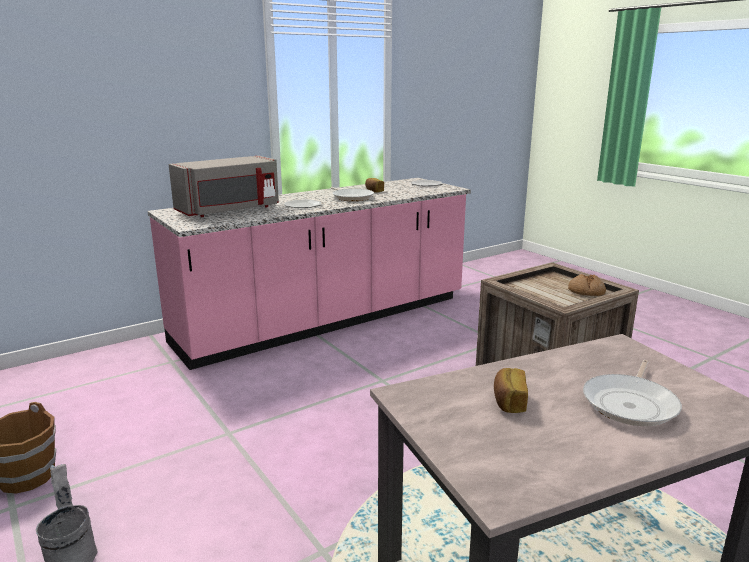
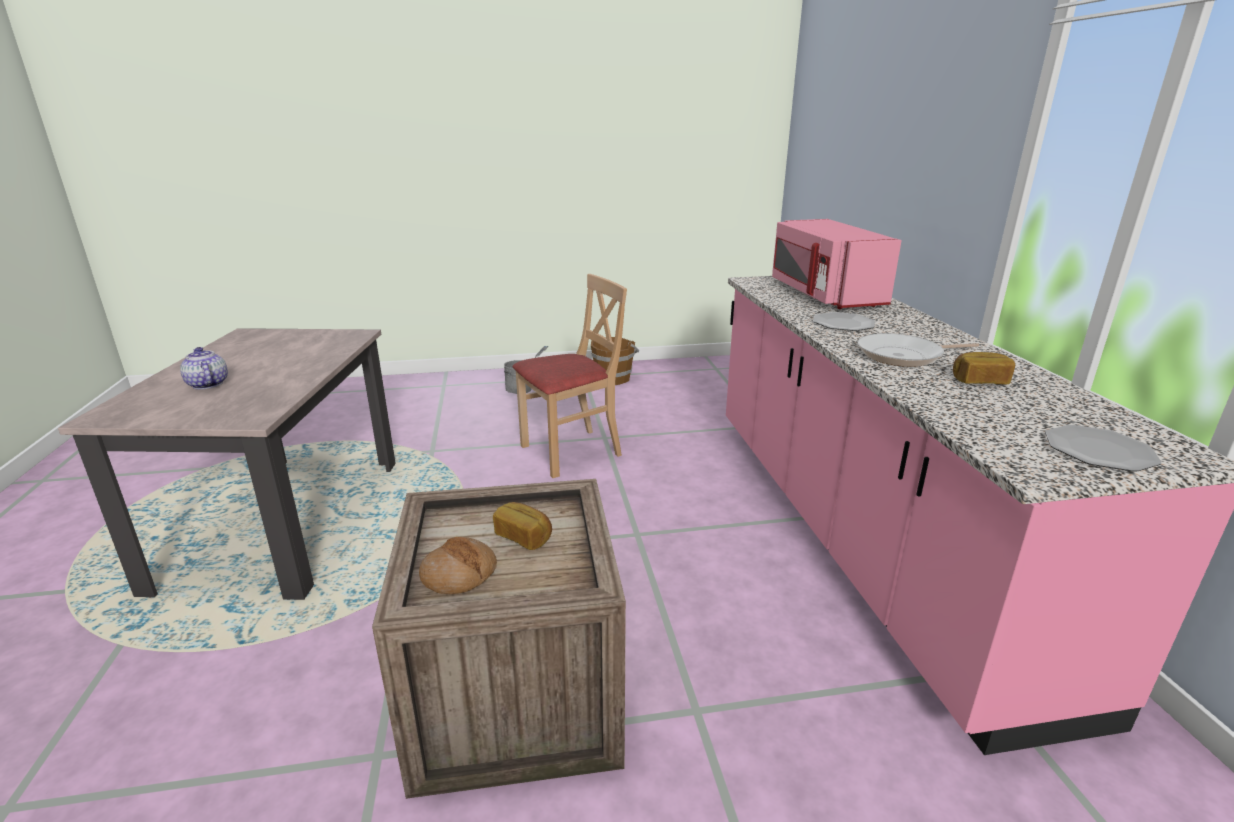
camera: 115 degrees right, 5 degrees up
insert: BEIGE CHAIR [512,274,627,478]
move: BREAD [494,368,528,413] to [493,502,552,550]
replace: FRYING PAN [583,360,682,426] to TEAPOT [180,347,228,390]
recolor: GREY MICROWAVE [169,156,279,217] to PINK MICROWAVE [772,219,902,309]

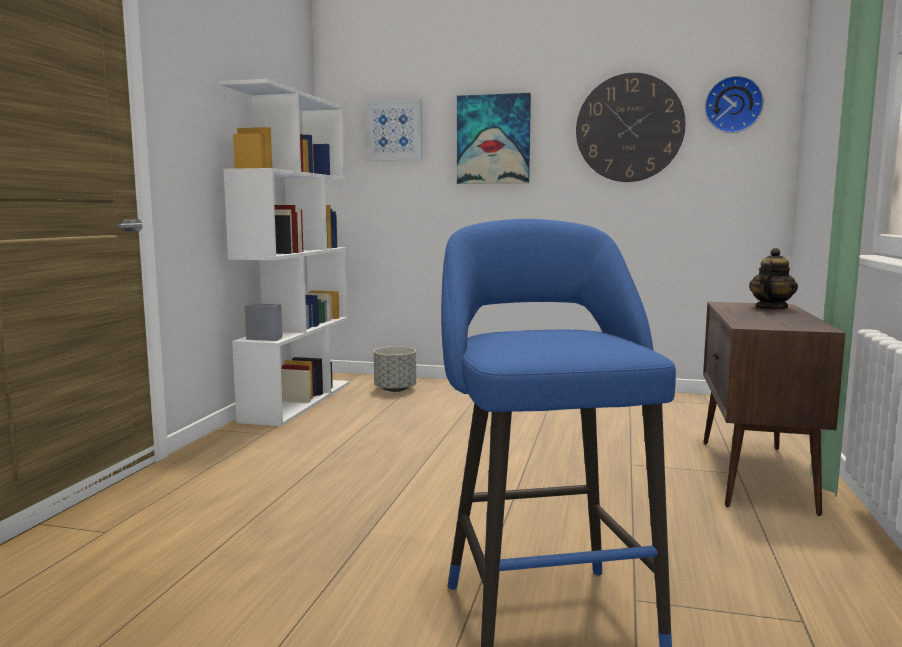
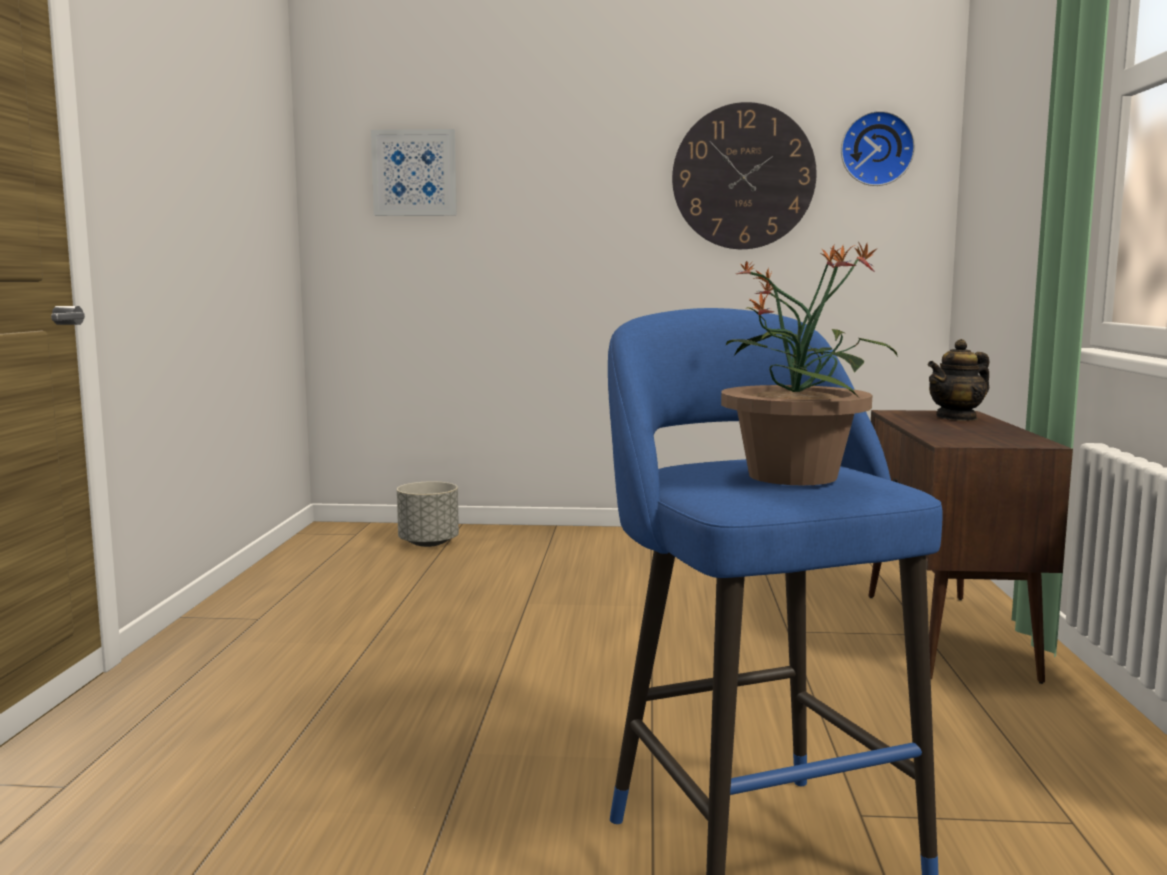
camera: 10 degrees left, 0 degrees up
delete: WHITE BOOKCASE [219,79,350,427]; PICTURE [457,93,531,184]
insert: POTTED PLANT [721,242,898,485]
rotate: TEAPOT [749,248,798,309] = [928,339,990,421] 150 degrees counterclockwise

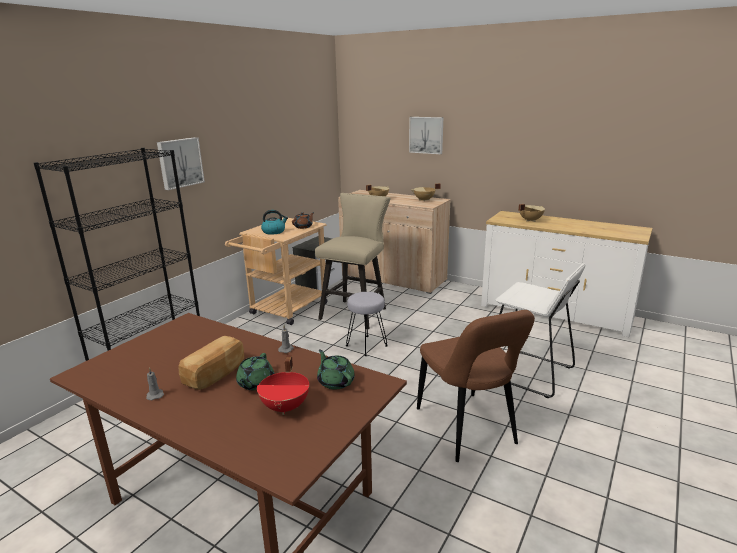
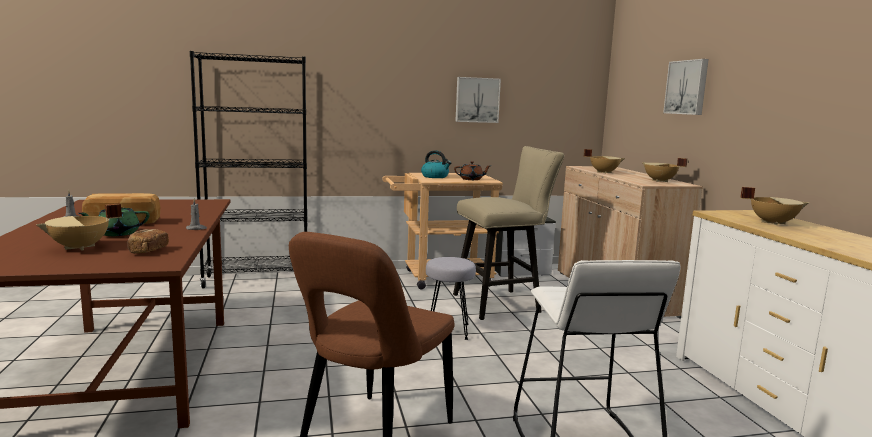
camera: 45 degrees right, 10 degrees down
move: PICTURE [157,137,205,190] to [455,77,501,123]
replace: GREEN TEAPOT [317,349,355,390] to BREAD [127,229,169,254]
recolor: RED COOKING POT [257,355,310,415] to BEIGE COOKING POT [36,203,122,250]

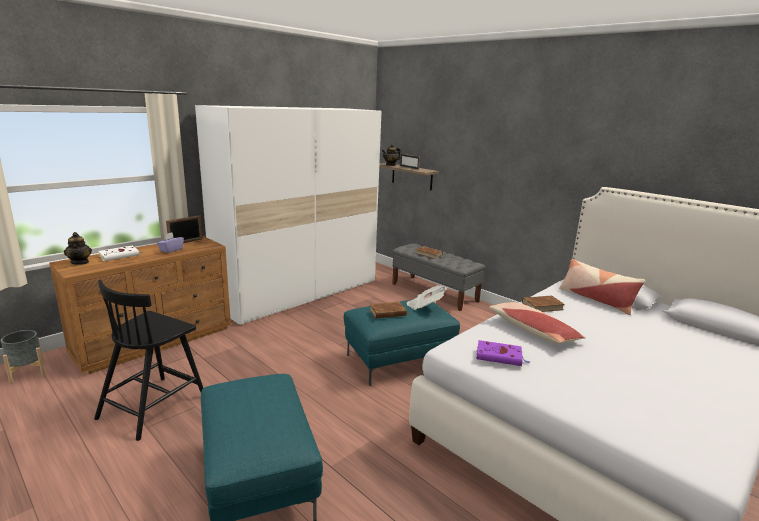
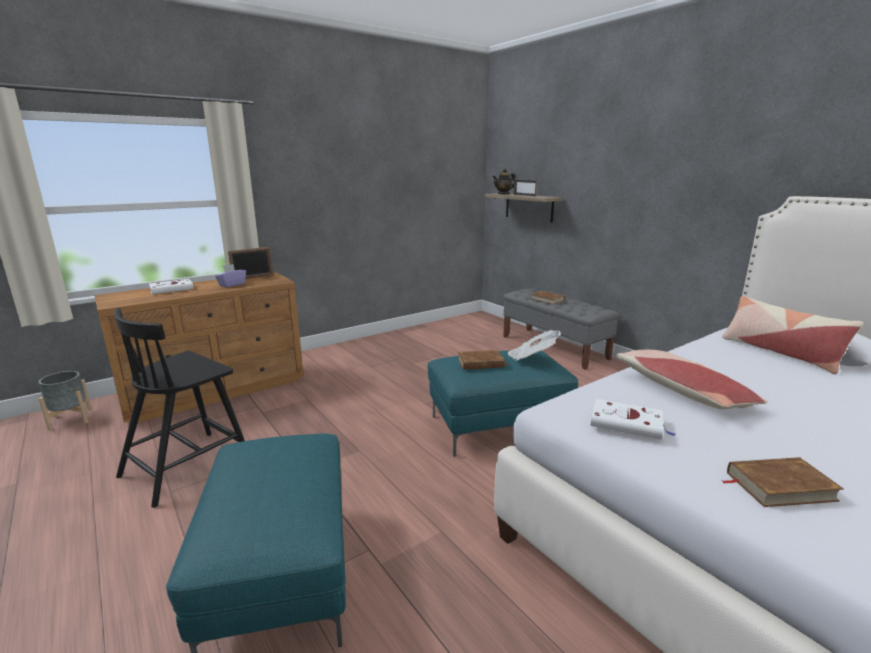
camera: 10 degrees right, 0 degrees up
delete: TEAPOT [64,232,92,265]; WHITE WARDROBE [195,105,382,325]
move: BROWN BOOK [522,295,565,312] to [722,457,844,507]
recolor: PURPLE BOOK [476,340,530,366] to WHITE BOOK [590,399,676,440]

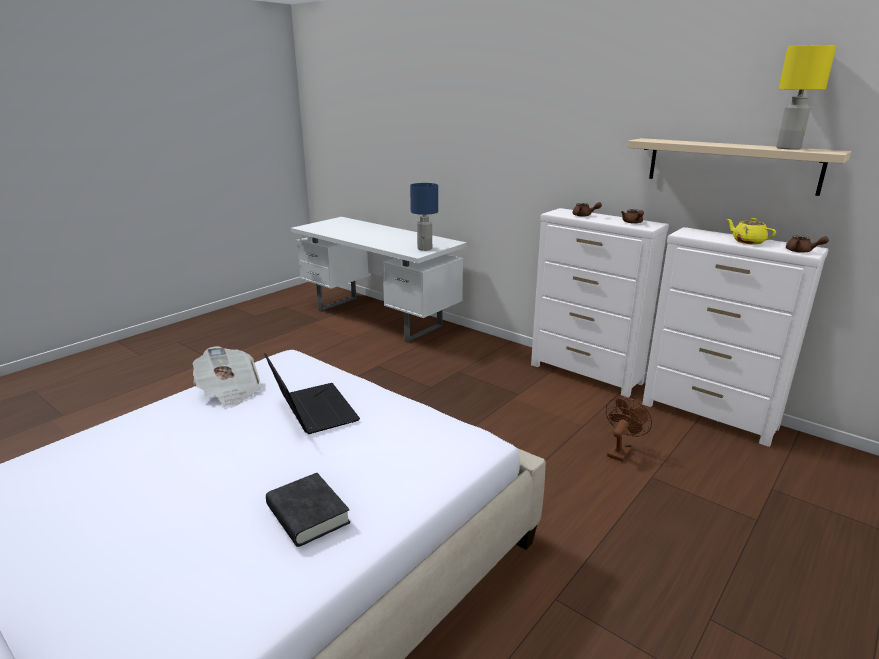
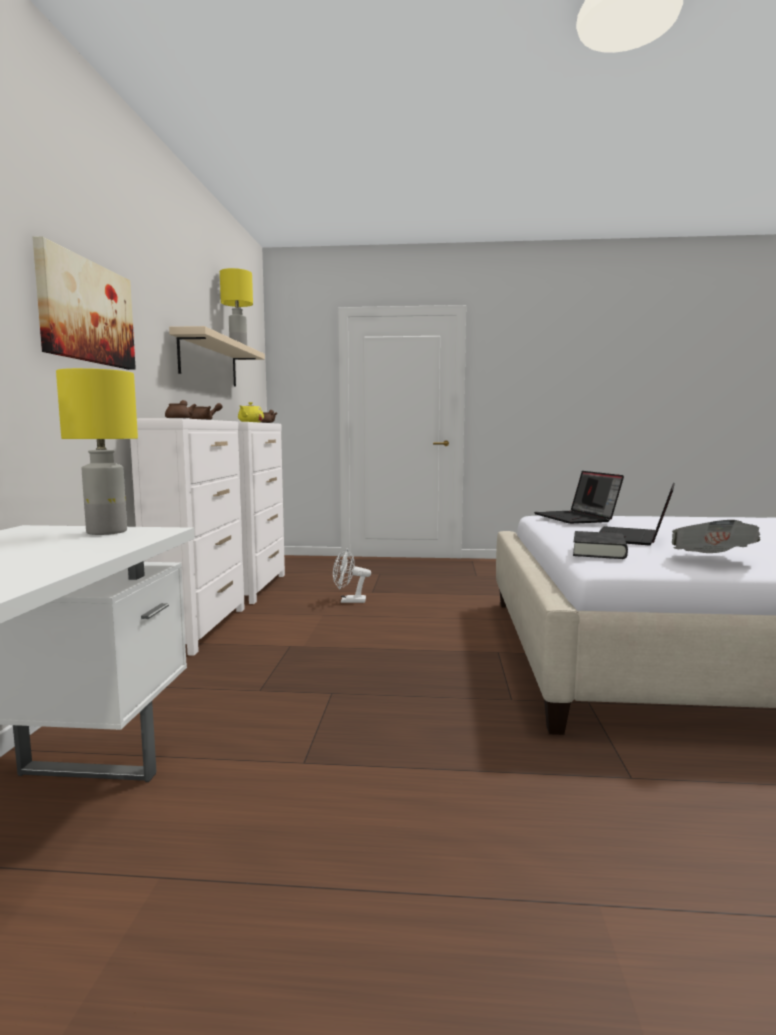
camera: 125 degrees left, 15 degrees down
insert: PICTURE [33,236,136,370]; LAPTOP [534,471,624,524]
move: BLACK BOOK [266,473,350,547] to [573,531,628,559]
recolor: BLUE TABLE LAMP [410,183,438,251] to YELLOW TABLE LAMP [56,368,138,535]; BROWN FAN [606,397,652,462] to WHITE FAN [333,548,371,603]

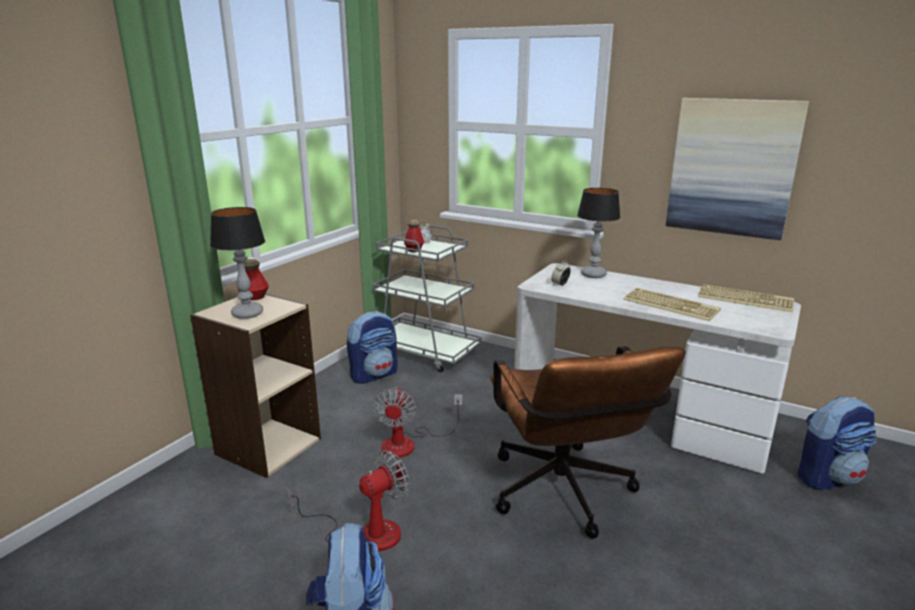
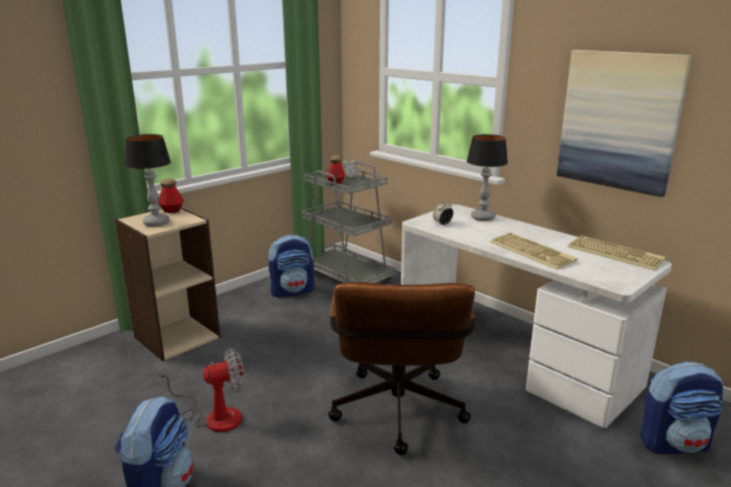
camera: 15 degrees right, 0 degrees up
delete: FAN [372,387,462,458]

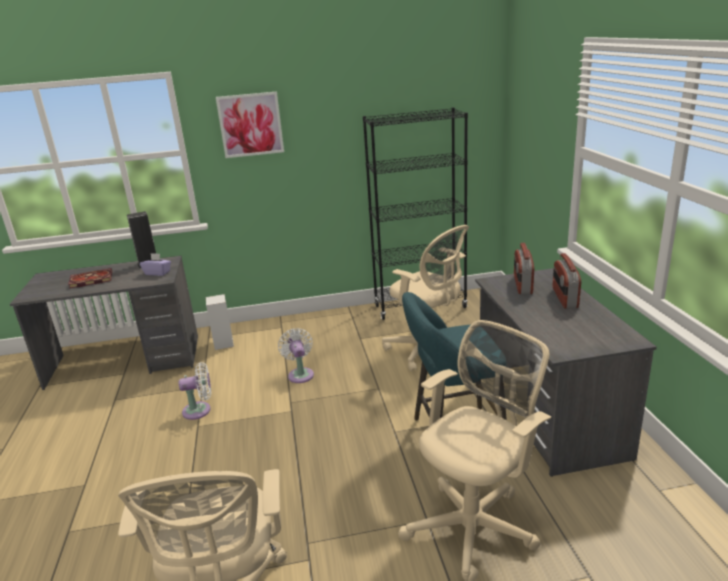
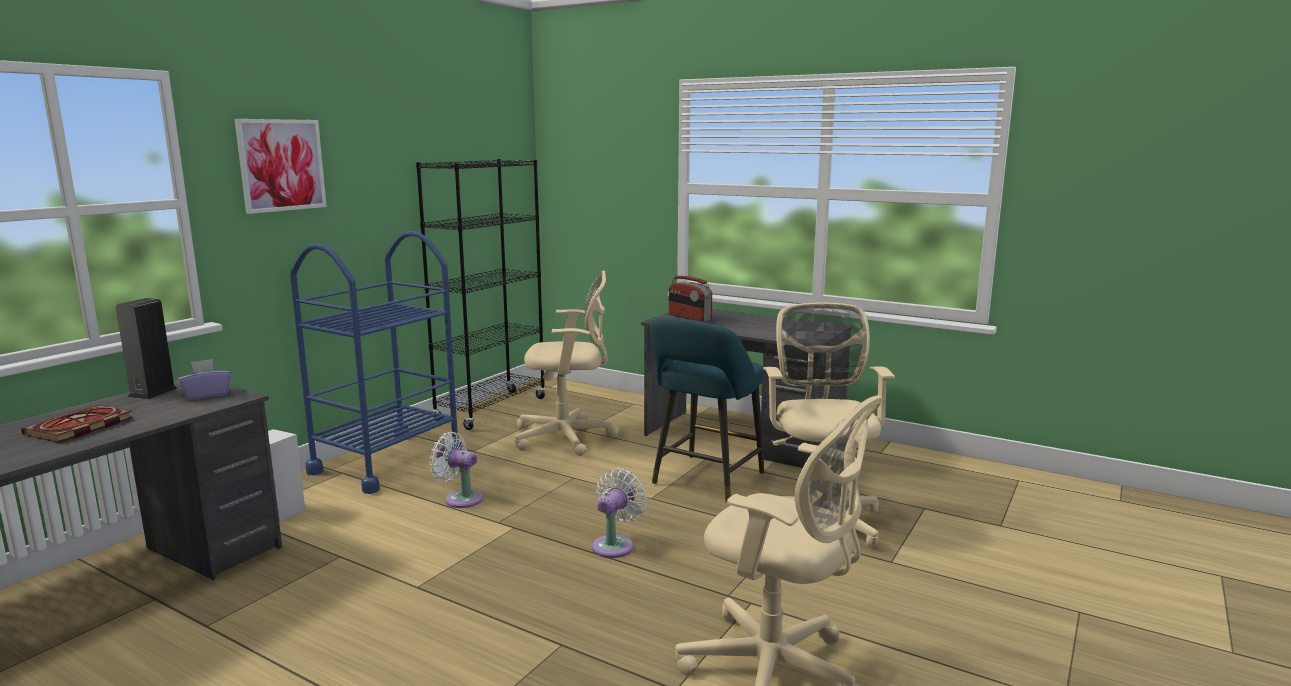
camera: 50 degrees left, 10 degrees down
delete: RADIO [552,253,581,309]
insert: BLUE CART [290,231,463,494]
move: WHITE FAN [179,362,211,420] to [592,468,647,558]

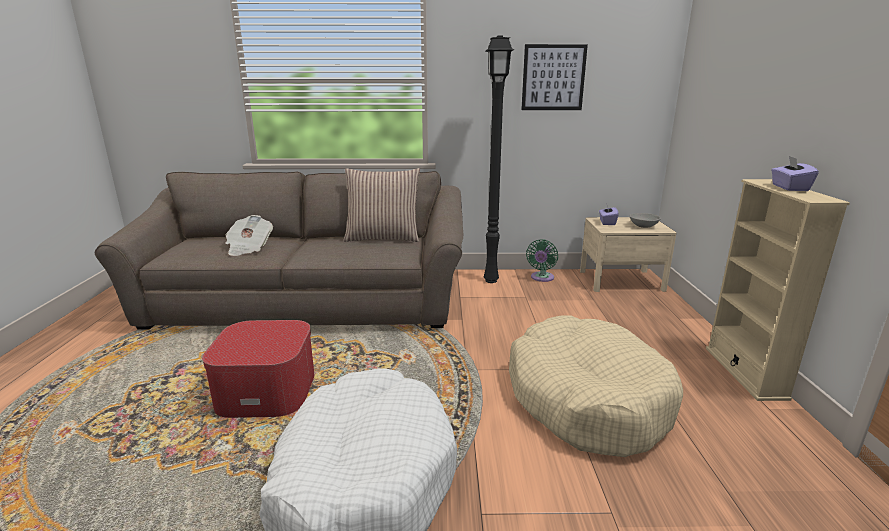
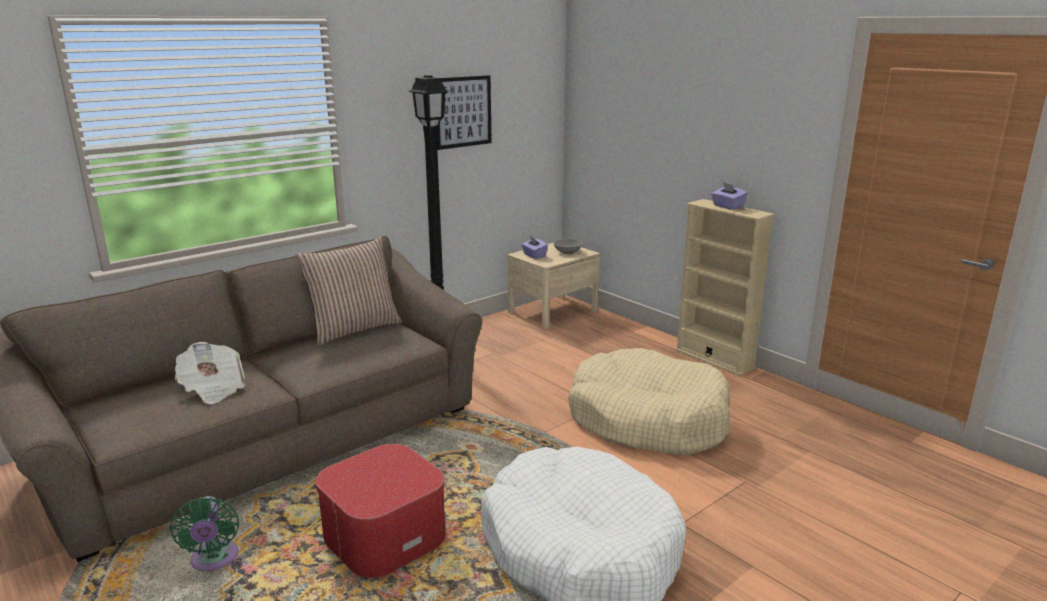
camera: 40 degrees left, 0 degrees up
move: GREEN FAN [526,240,558,282] to [170,496,239,571]

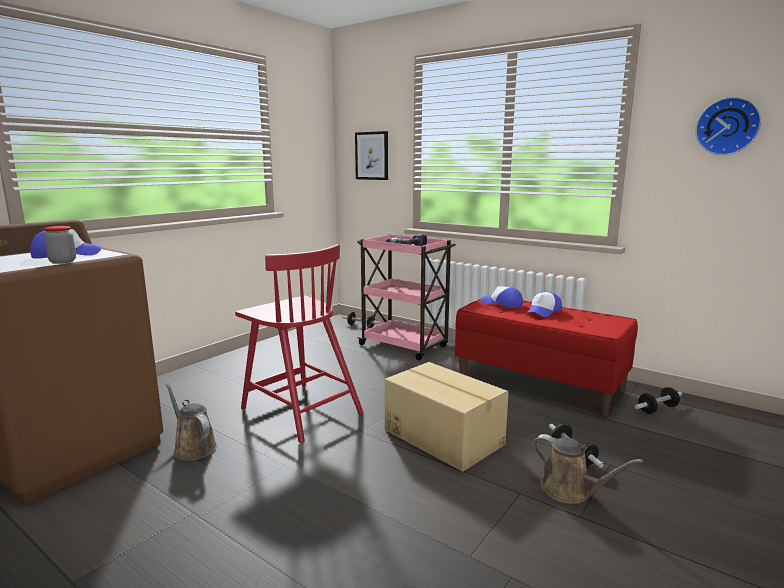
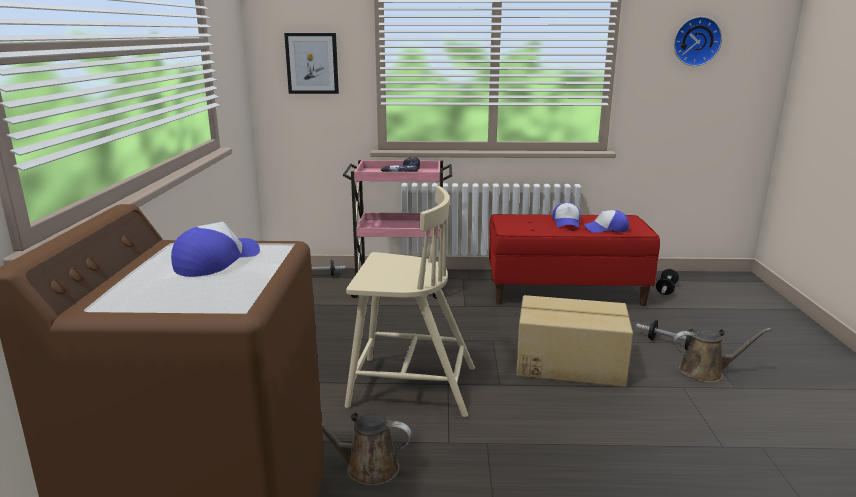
camera: 35 degrees left, 5 degrees up
delete: JAR [44,226,76,264]
move: CAP [481,286,523,308] to [583,210,629,233]
recolor: RED CHAIR [235,244,364,443] to BEIGE CHAIR [345,186,475,417]

